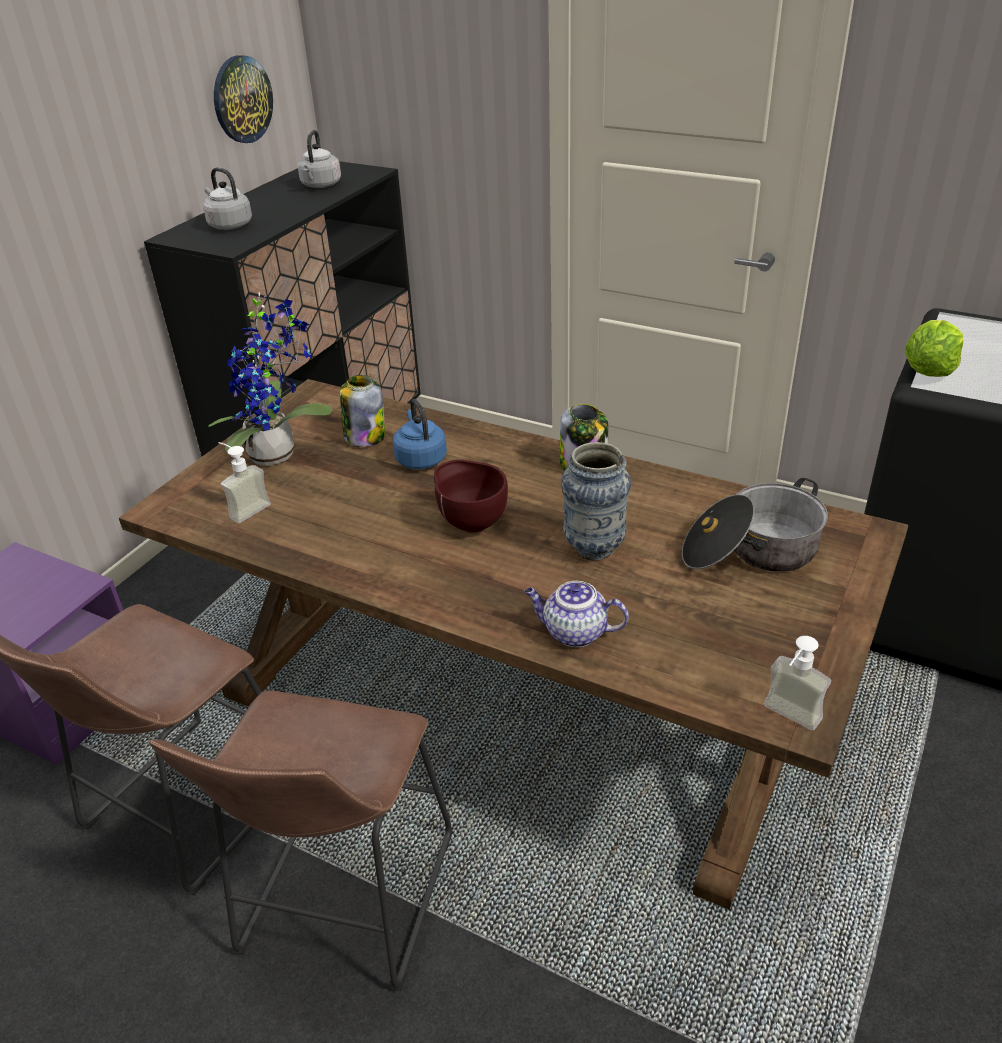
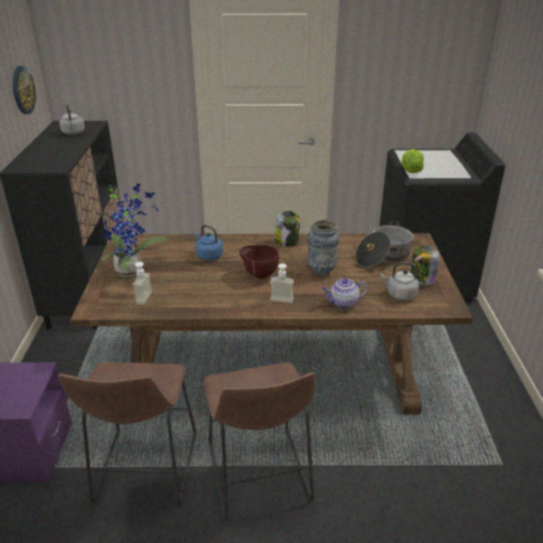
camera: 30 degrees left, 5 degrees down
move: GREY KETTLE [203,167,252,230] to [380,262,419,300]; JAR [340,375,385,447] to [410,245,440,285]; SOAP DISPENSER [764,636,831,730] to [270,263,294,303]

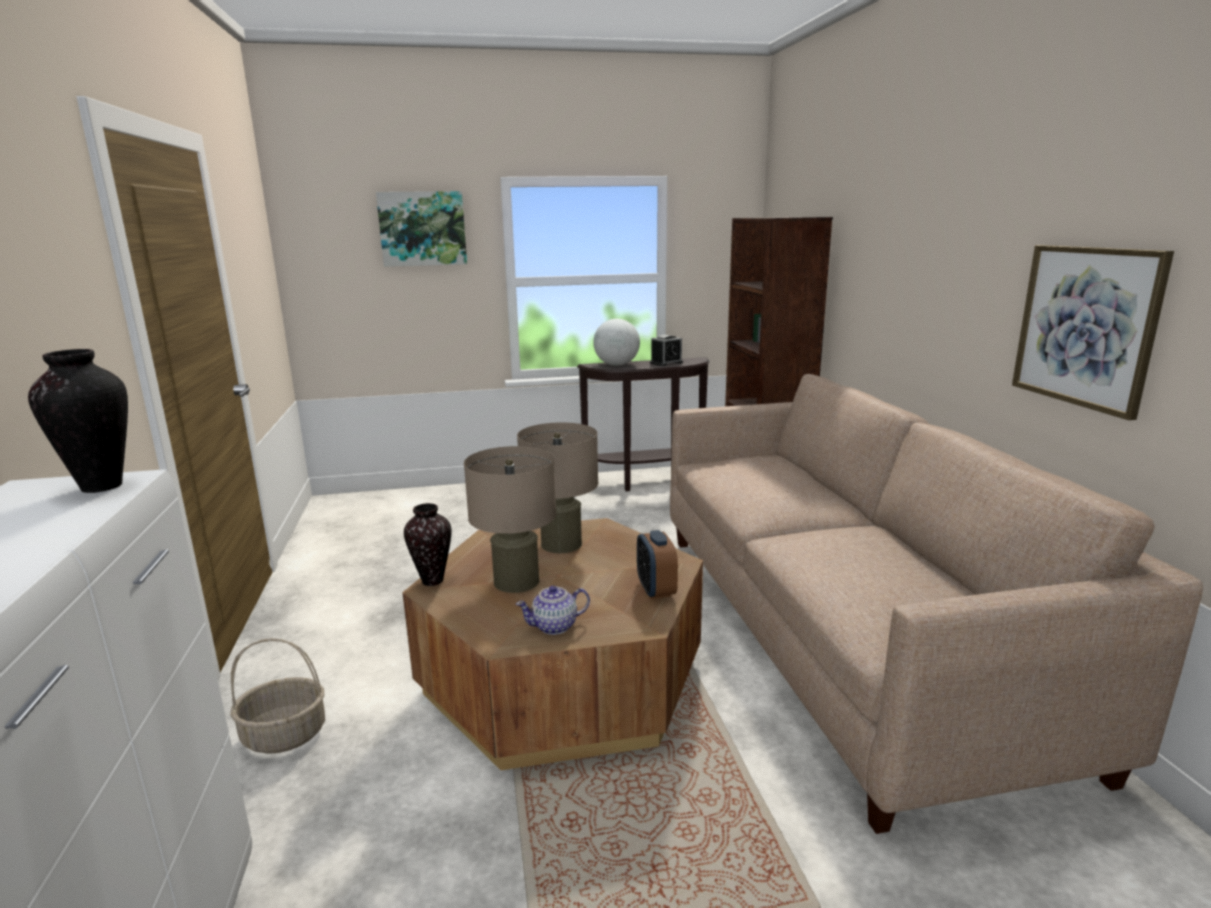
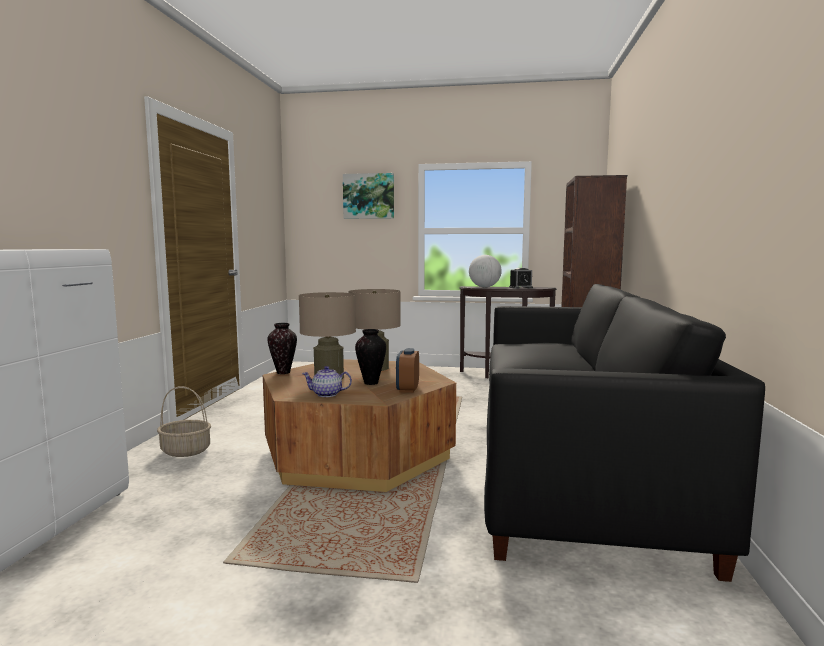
camera: 20 degrees right, 10 degrees down
delete: PICTURE [1012,245,1174,420]
move: VASE [28,349,128,493] to [355,329,386,385]
recolor: BEIGE SOFA [670,374,1203,834] to BLACK SOFA [484,284,765,582]

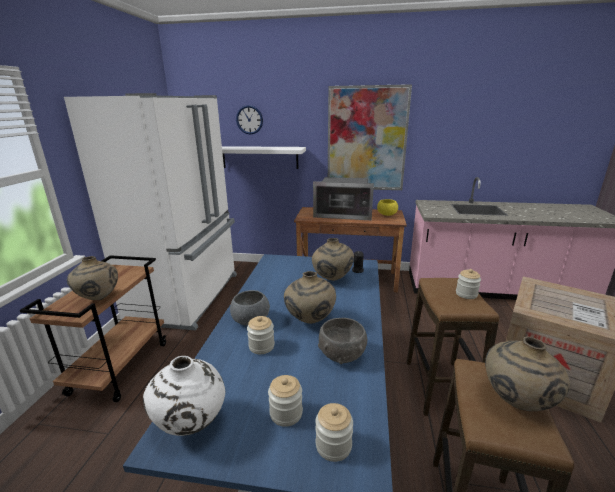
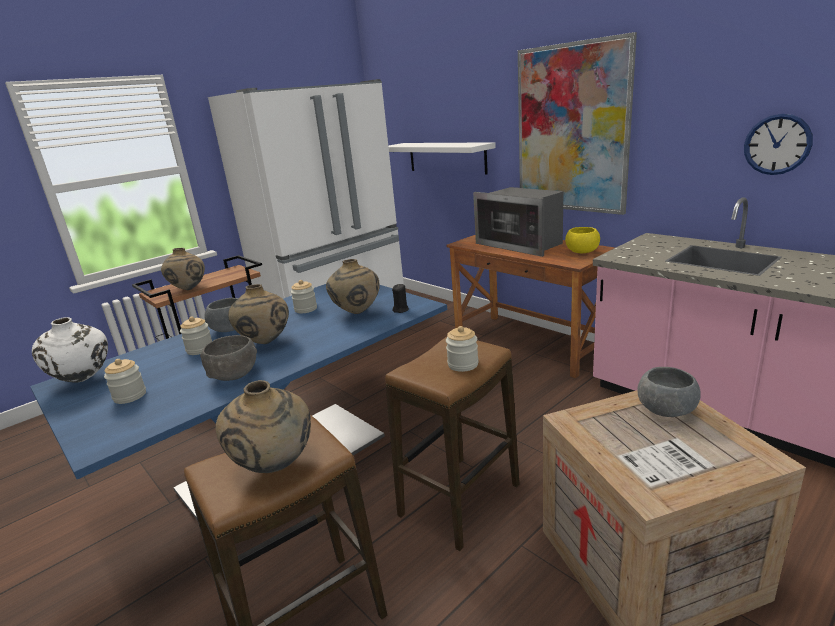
camera: 40 degrees right, 0 degrees up
insert: GREY BOWL [637,367,701,417]
move: WALL CLOCK [236,105,263,135] to [744,114,813,175]; JAR [315,403,353,462] to [291,280,317,313]

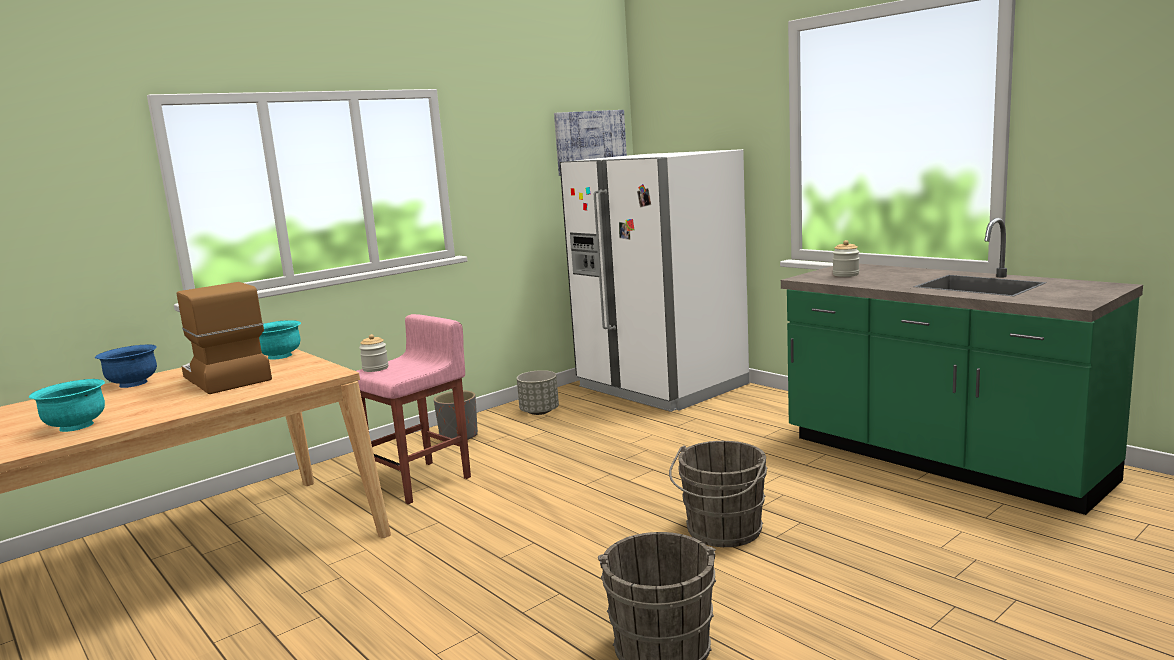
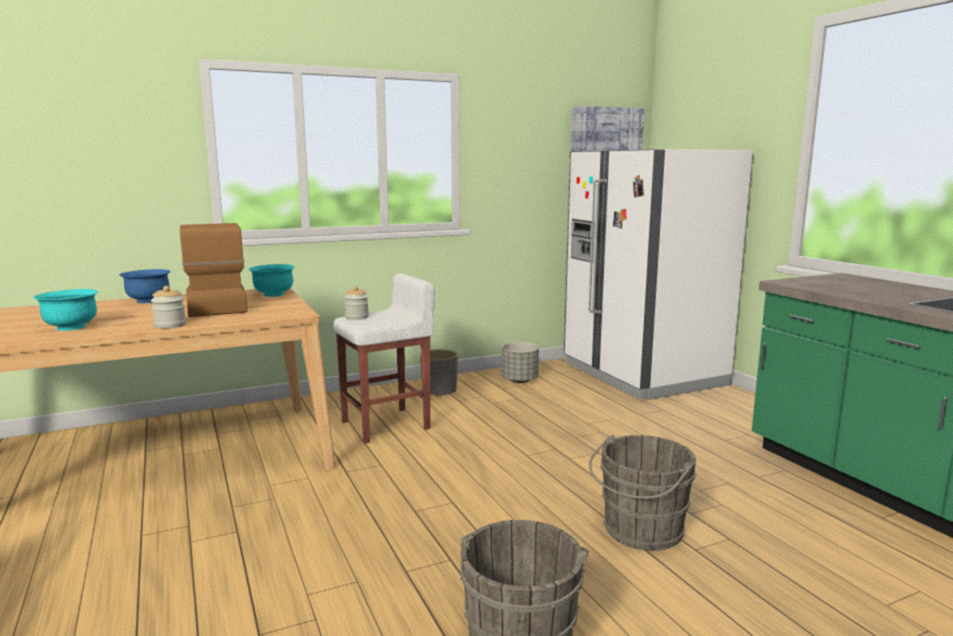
camera: 15 degrees right, 0 degrees up
move: JAR [833,240,859,277] to [151,286,186,329]
recolor: PINK STOOL [357,314,471,504] to WHITE STOOL [333,274,436,444]

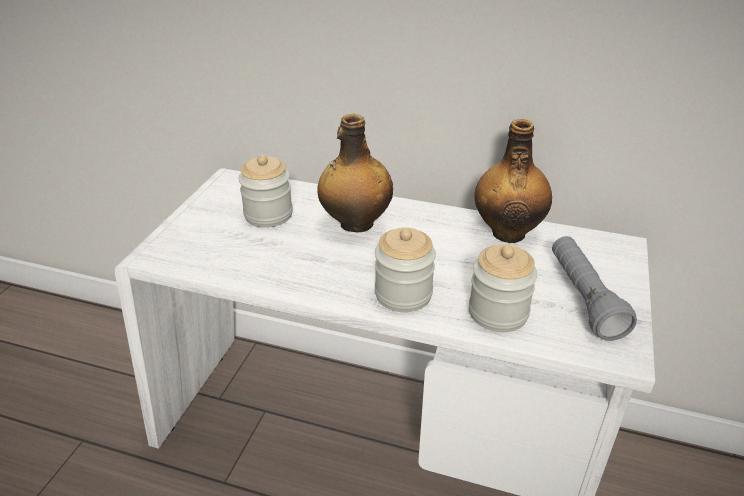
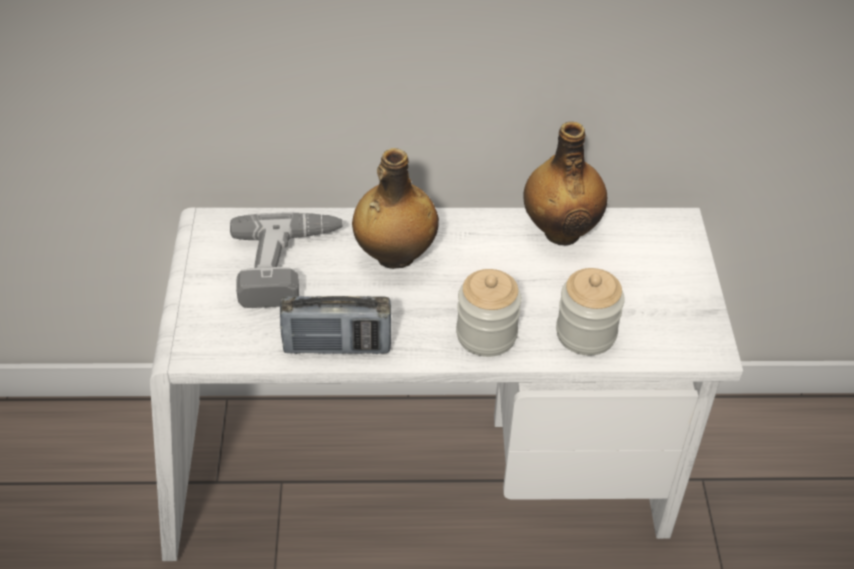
camera: 20 degrees left, 10 degrees up
delete: GREY FLASHLIGHT [552,236,637,341]
insert: RADIO [280,296,391,354]
replace: JAR [238,155,293,228] to POWER DRILL [230,212,345,308]

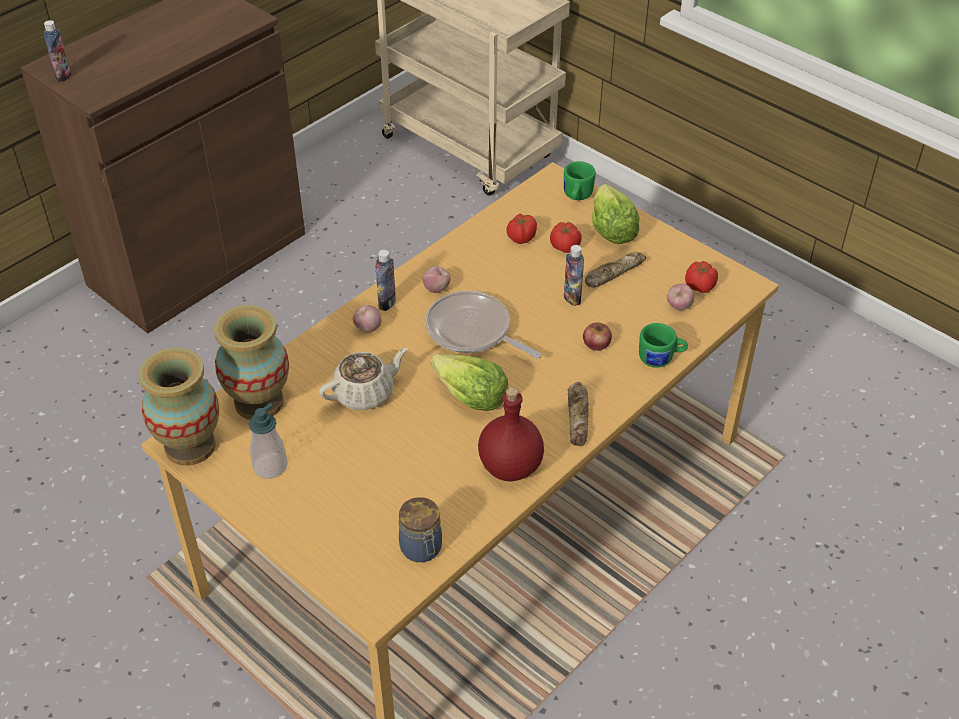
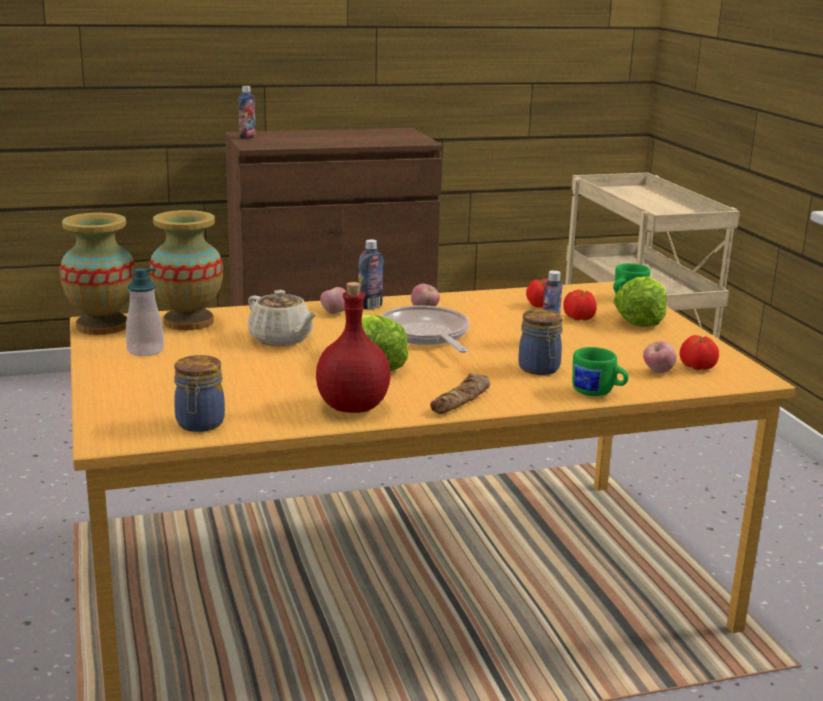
camera: 30 degrees right, 25 degrees down
delete: BREAD [585,252,646,288]
replace: APPLE [583,323,612,351] to JAR [518,309,563,375]
rotate: BEIGE TEAPOT [319,348,408,410] = [248,290,317,346] 45 degrees clockwise

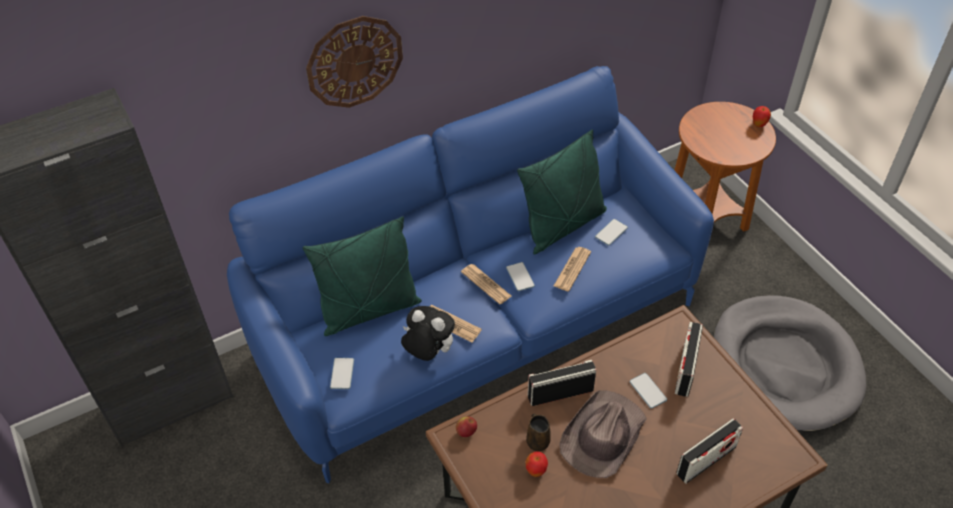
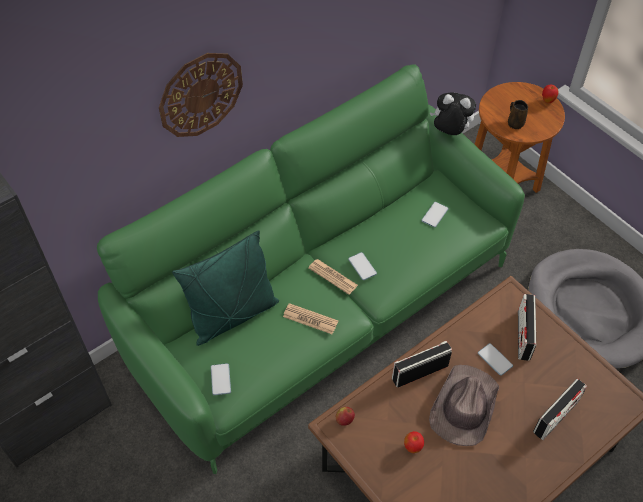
camera: 10 degrees left, 5 degrees up
delete: GREEN PILLOW [517,130,607,255]; NEWSPAPER [554,247,591,291]
move: PLUSH TOY [401,306,455,361] to [430,92,476,135]; BROWN MUG [526,413,551,451] to [508,100,528,129]
recolor: BLUE SOFA [227,66,714,483] to GREEN SOFA [97,64,525,474]

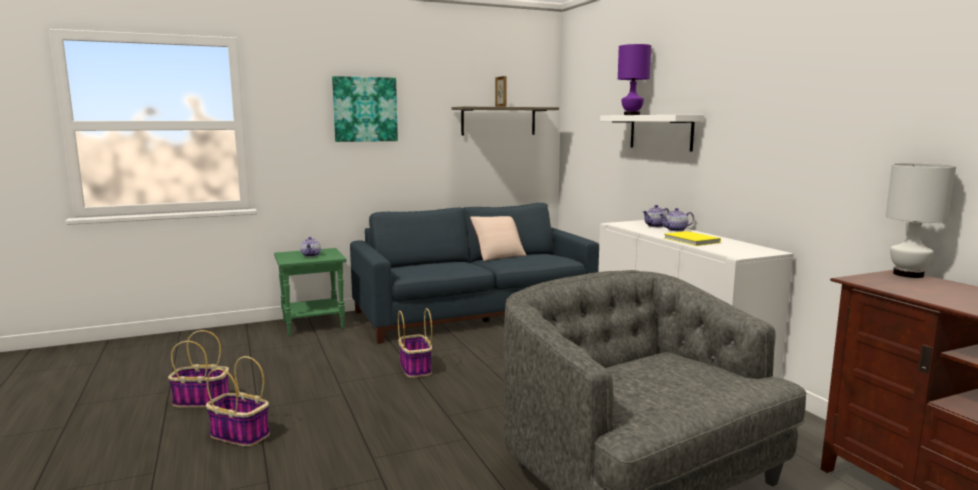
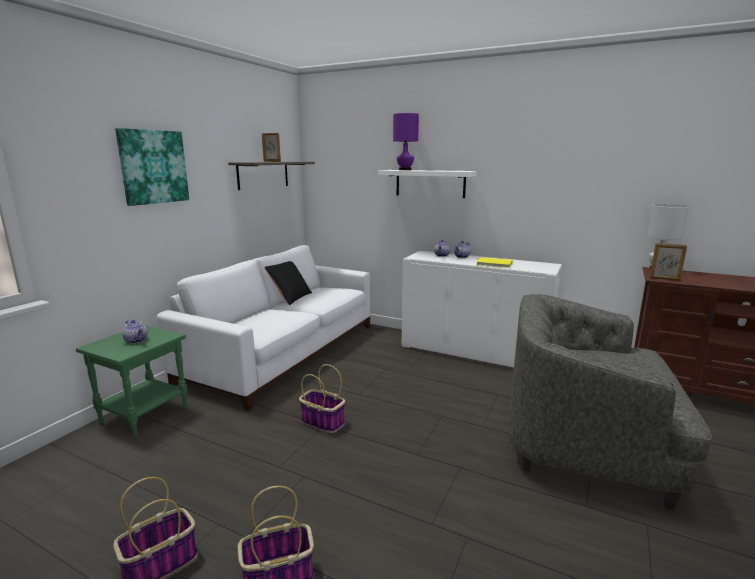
camera: 40 degrees left, 5 degrees up
insert: PICTURE FRAME [650,243,687,281]
recolor: BLUE SOFA [350,203,599,344] to WHITE SOFA [157,245,370,411]; BEIGE PILLOW [470,216,527,261] to BLACK PILLOW [264,261,312,305]

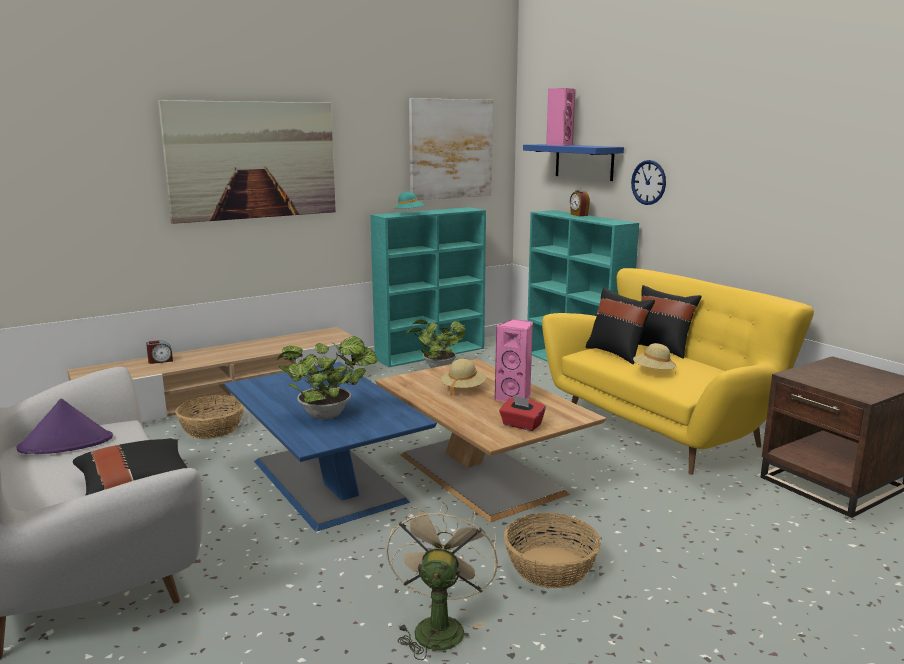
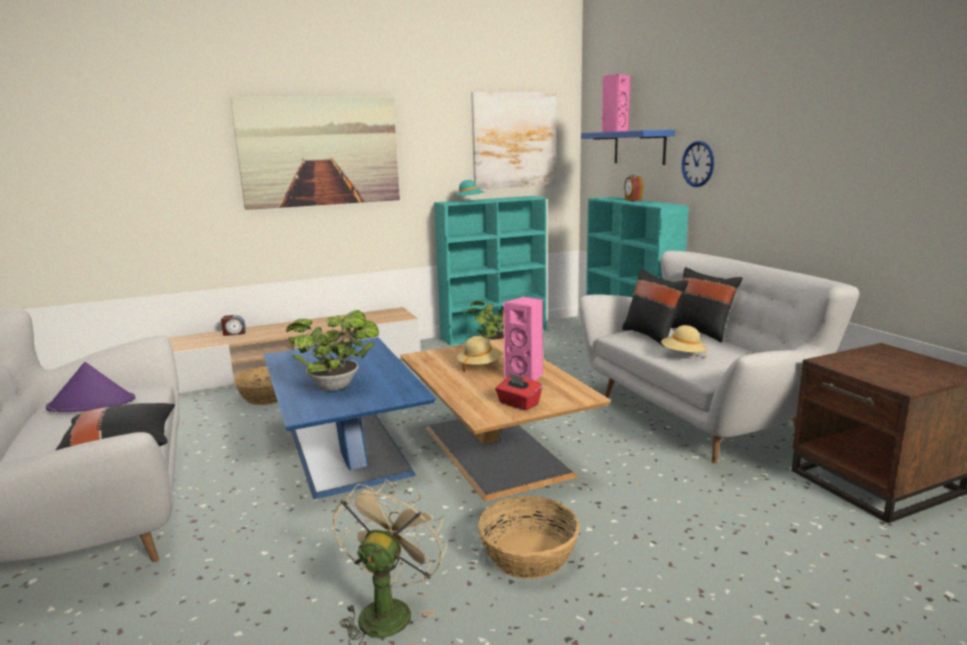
camera: 10 degrees right, 0 degrees up
recolor: YELLOW SOFA [542,268,814,475] to WHITE SOFA [580,251,859,464]

